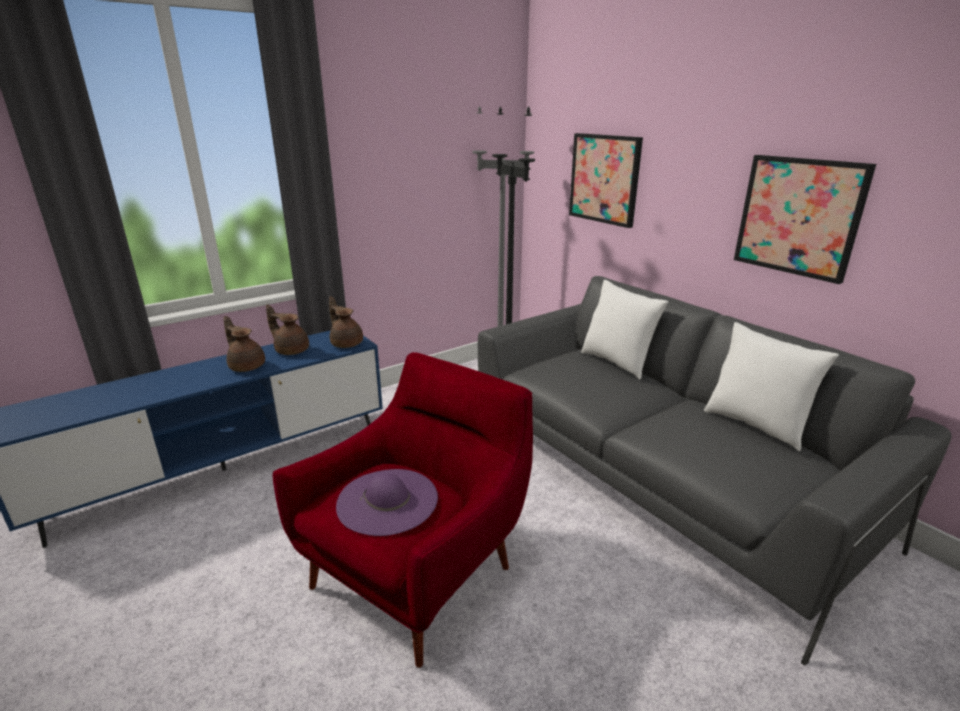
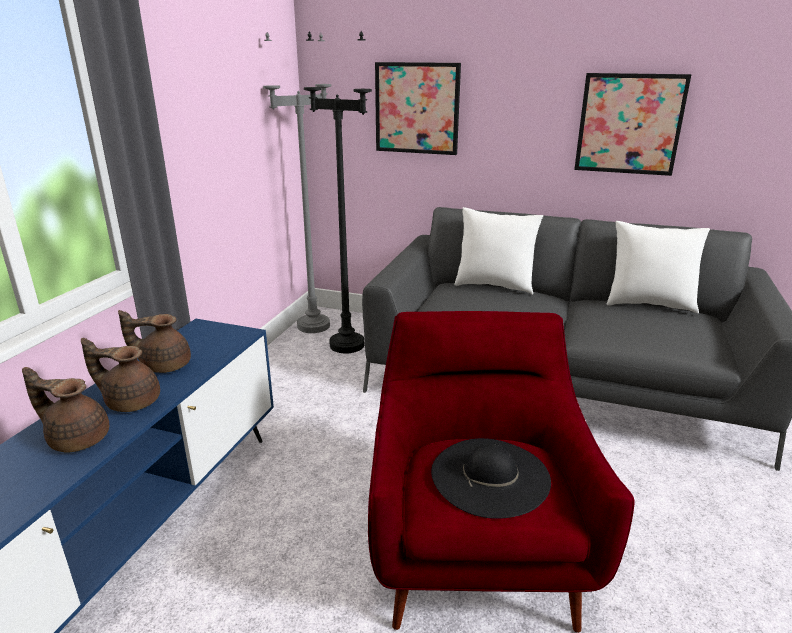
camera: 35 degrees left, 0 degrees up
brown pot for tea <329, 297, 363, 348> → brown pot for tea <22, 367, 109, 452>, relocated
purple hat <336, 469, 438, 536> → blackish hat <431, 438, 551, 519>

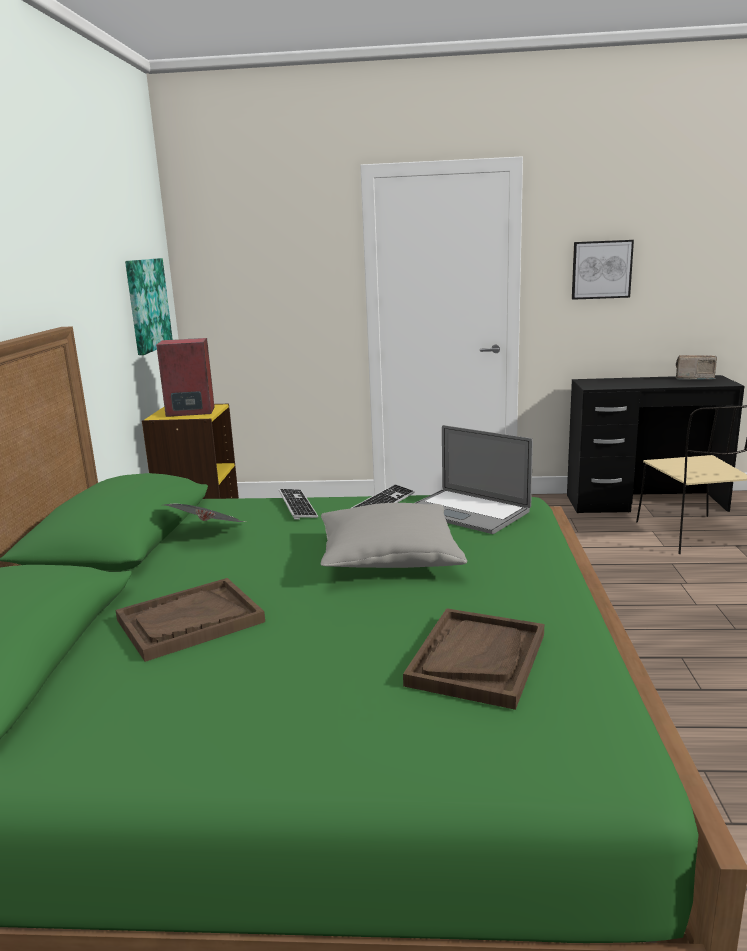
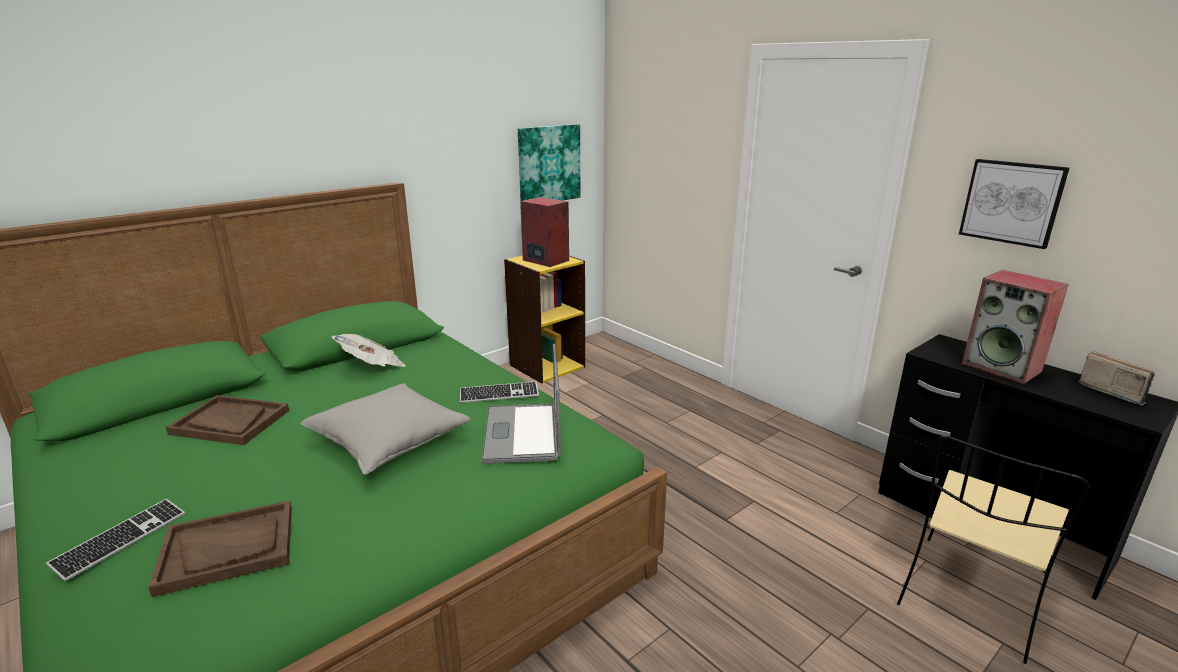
camera: 45 degrees right, 5 degrees up
- → loudspeaker <962, 270, 1069, 384>
PC keyboard <279, 489, 318, 520> → PC keyboard <46, 499, 185, 581>, relocated

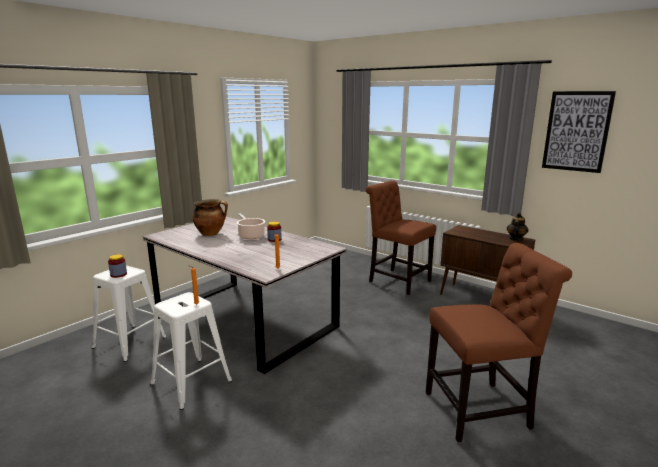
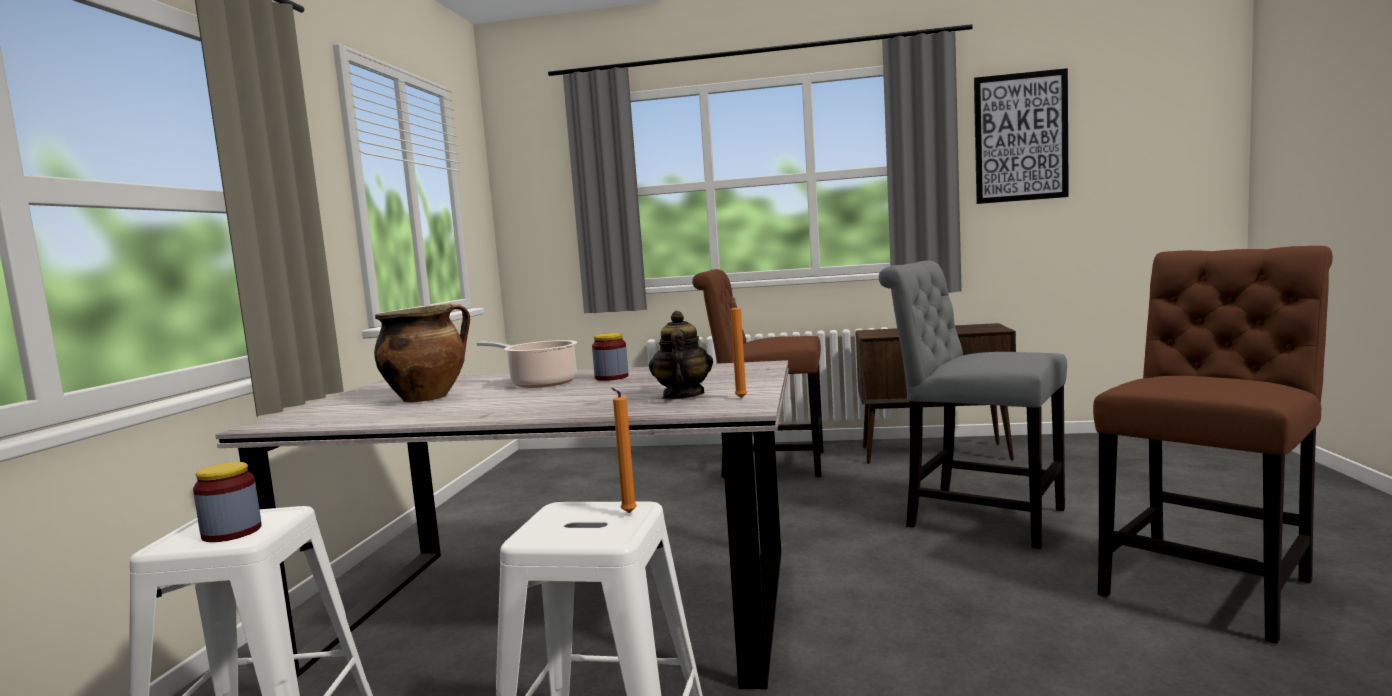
camera: 30 degrees left, 10 degrees down
- → grey chair <879, 261, 1067, 549>
pot for tea <507, 213, 529, 240> → pot for tea <649, 311, 713, 400>, relocated

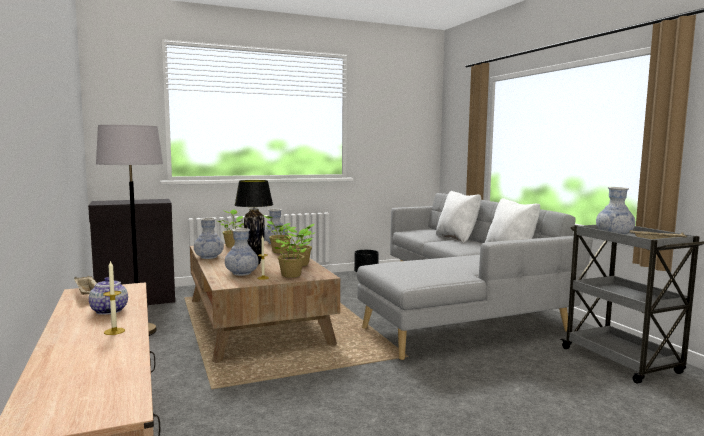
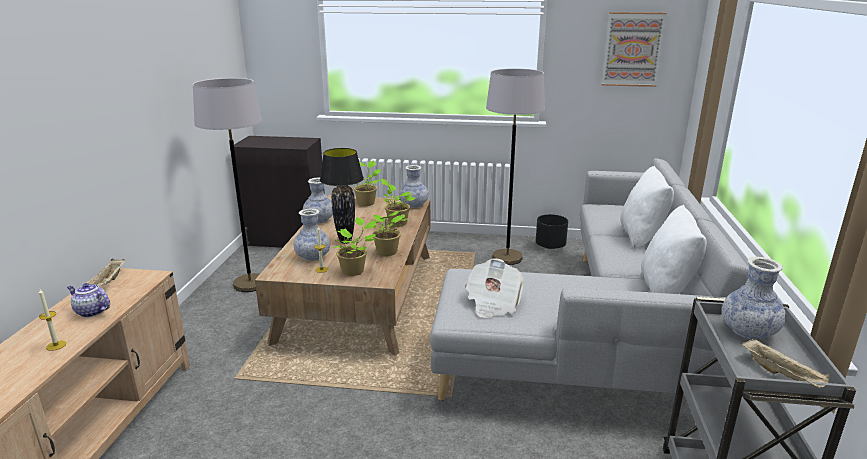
camera: 30 degrees right, 15 degrees up
- → newspaper <465, 258, 525, 318>
- → grey standing lamp <486, 68, 545, 265>
- → wall picture <602, 12, 667, 87>
pot for tea <89, 277, 128, 315> → pot for tea <67, 283, 110, 317>, 75 degrees counterclockwise

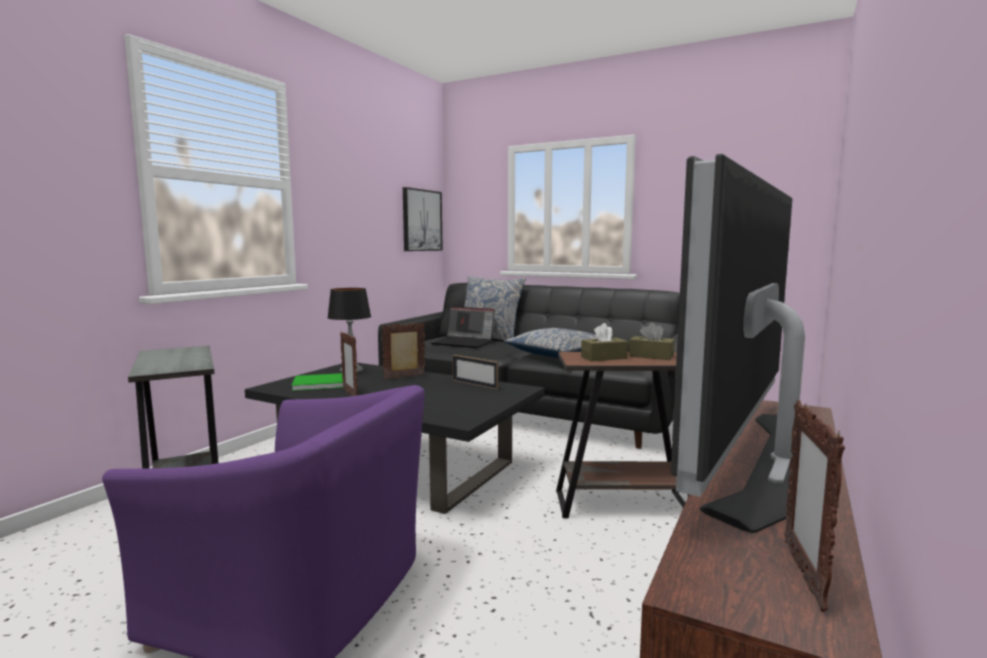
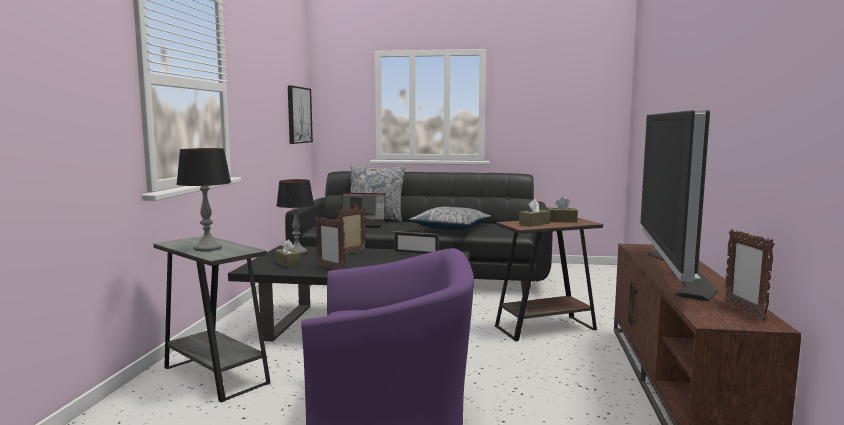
camera: 20 degrees left, 0 degrees up
- → table lamp <177, 148, 231, 251>
greenish book <291, 373, 343, 391> → brown tissue box <275, 240, 300, 268>

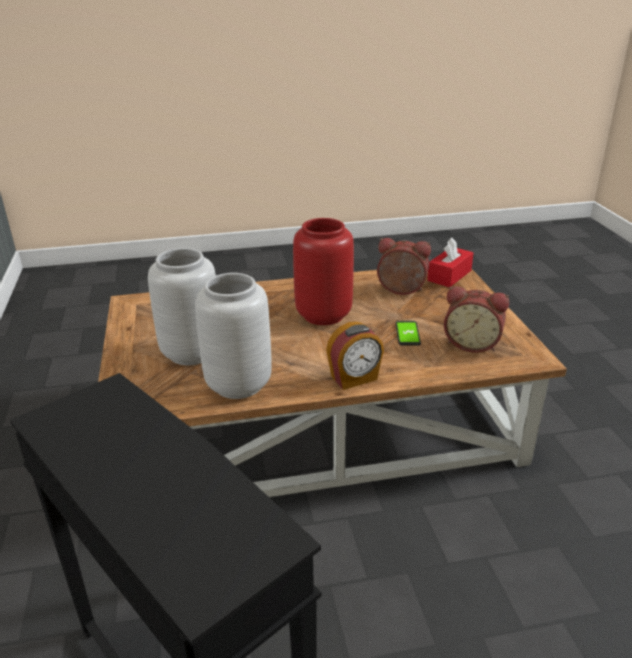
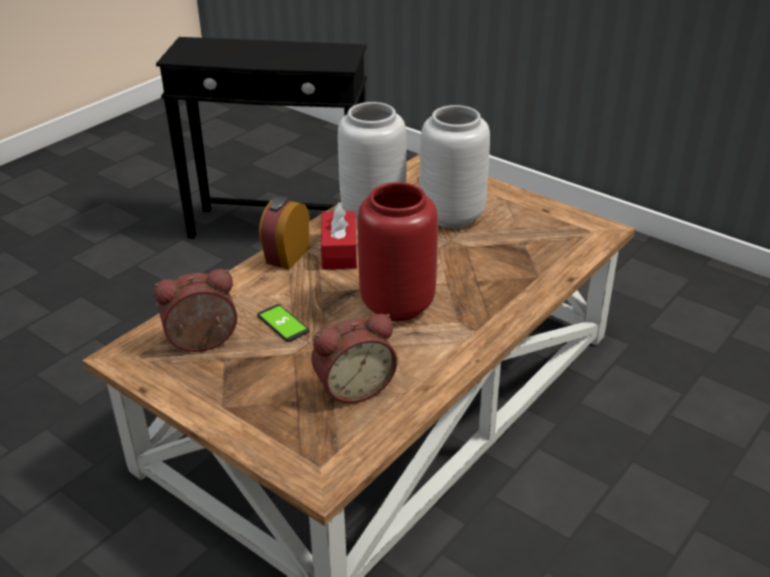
camera: 140 degrees right, 5 degrees up
reddish tissue box <427, 238, 473, 287> → reddish tissue box <321, 202, 357, 269>, relocated

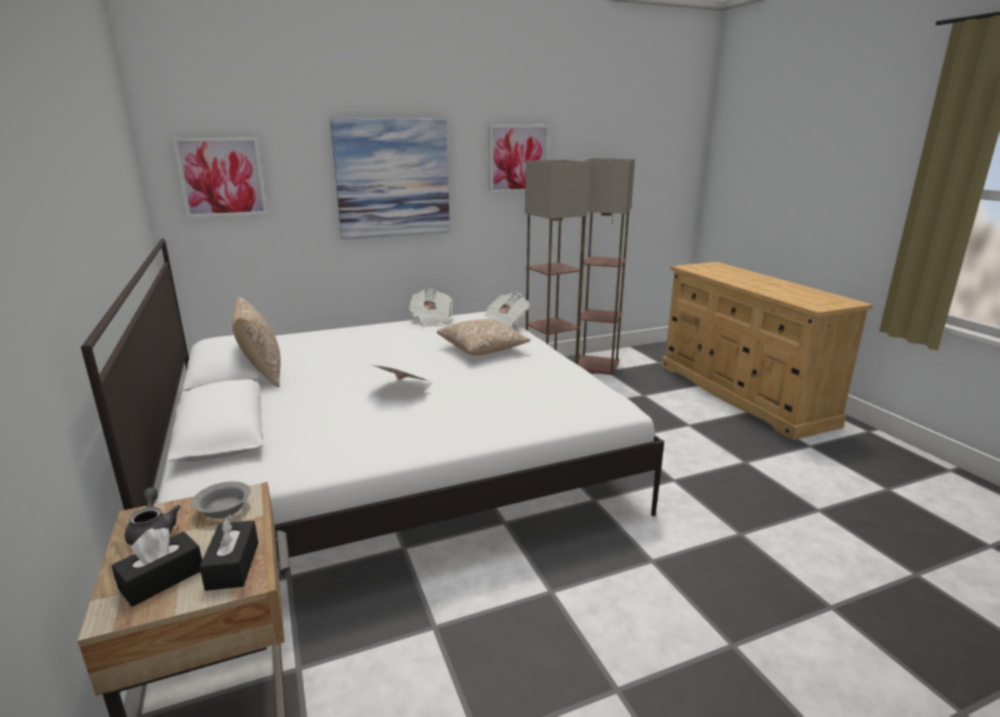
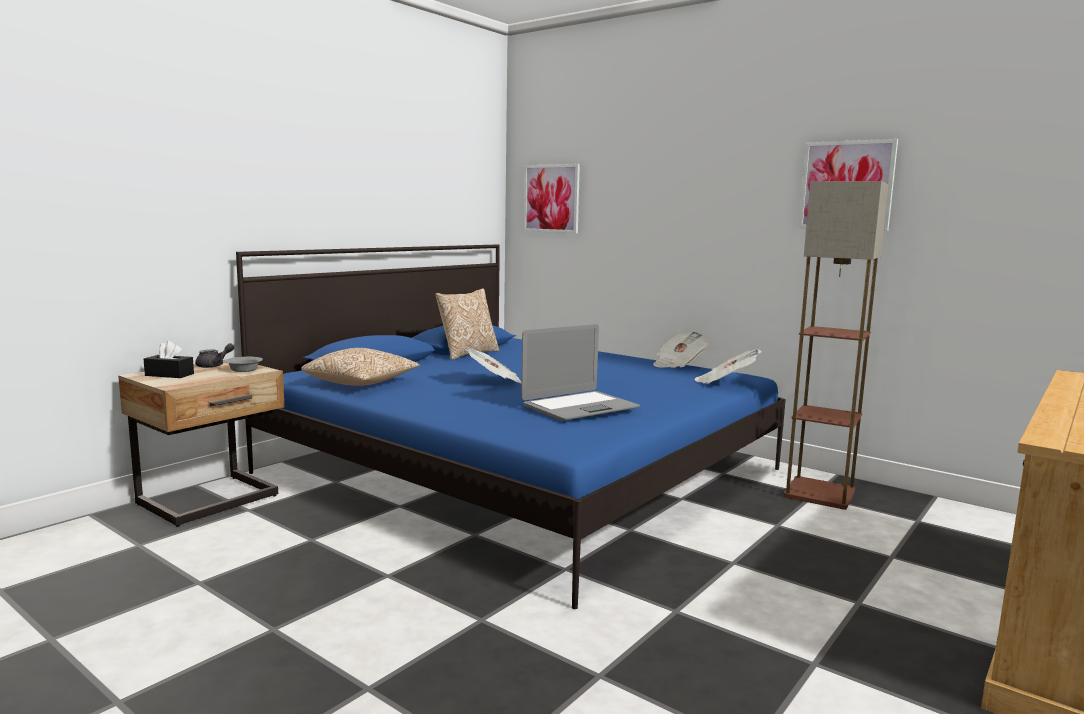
camera: 60 degrees right, 10 degrees down
blackish tissue box <199, 514, 258, 591> → -
wall picture <330, 118, 450, 240> → -
standing lamp <577, 158, 635, 375> → -
- → notebook computer <521, 324, 640, 420>
cushion <437, 319, 531, 355> → cushion <301, 348, 420, 386>, relocated
white bedroom bed <81, 239, 664, 560> → bluish bedroom bed <236, 244, 786, 609>

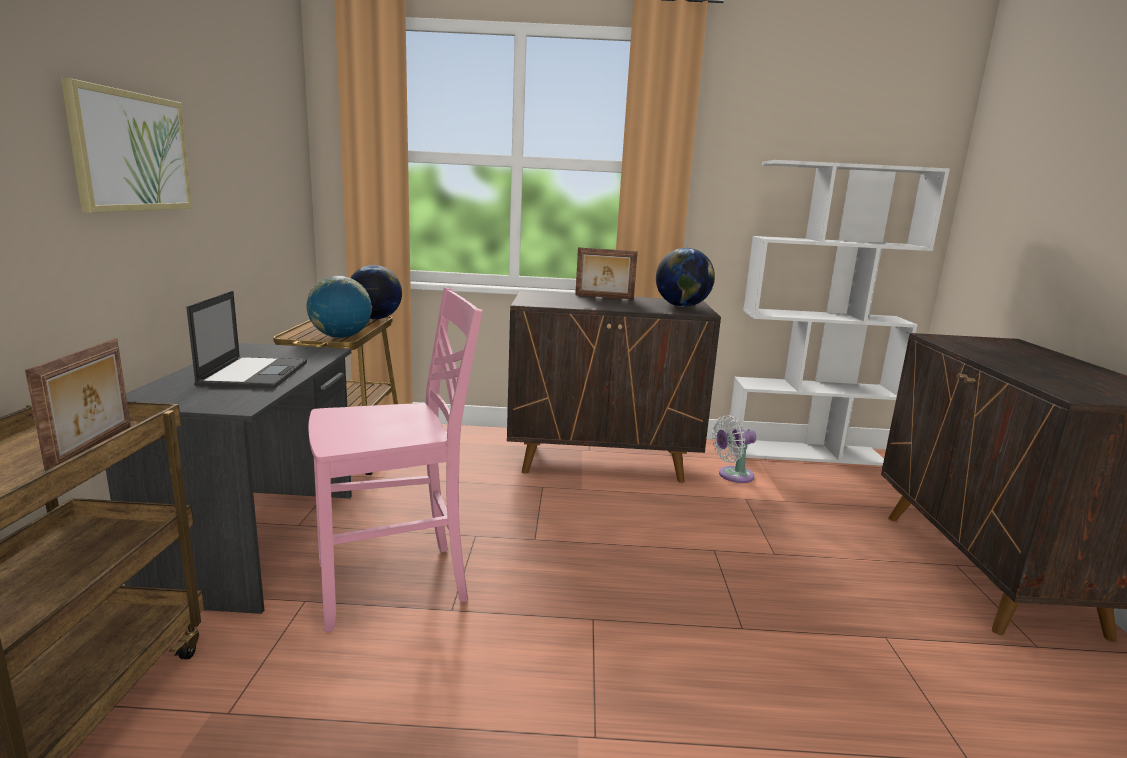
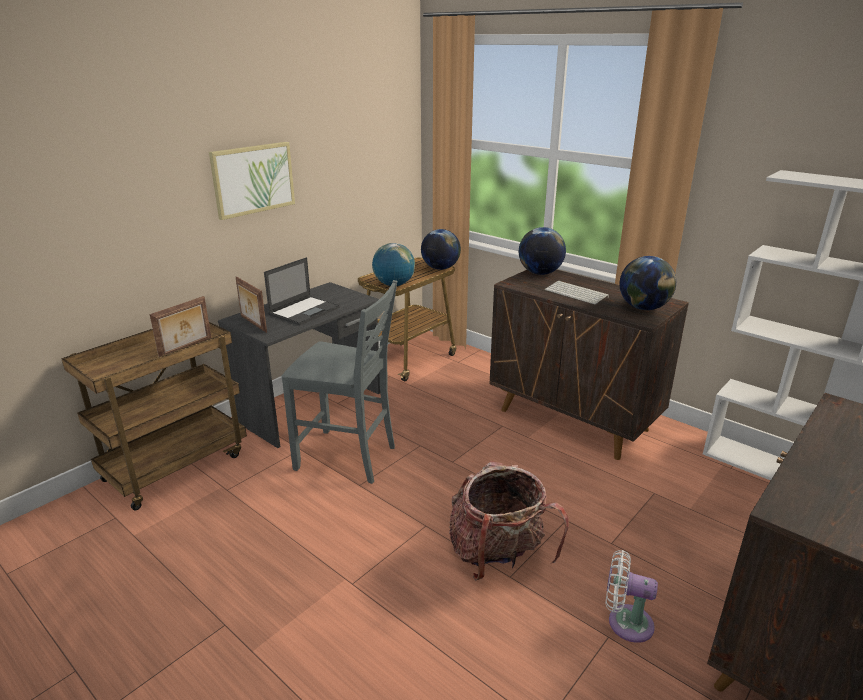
camera: 40 degrees right, 10 degrees up
- → knapsack <449, 461, 569, 581>
- → desk globe <519, 227, 566, 275>
- → PC keyboard <545, 281, 609, 304>
standing frame <575, 247, 638, 299> → standing frame <236, 277, 267, 333>, relocated
white cooling fan <712, 415, 756, 483> → white cooling fan <606, 550, 658, 643>, relocated
pink-coloured chair <308, 288, 483, 632> → grey chair <282, 280, 397, 484>

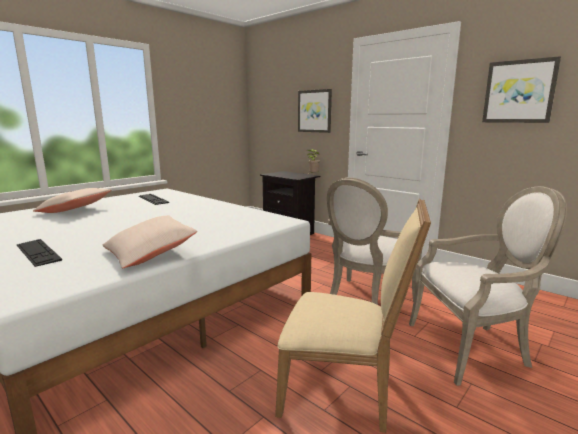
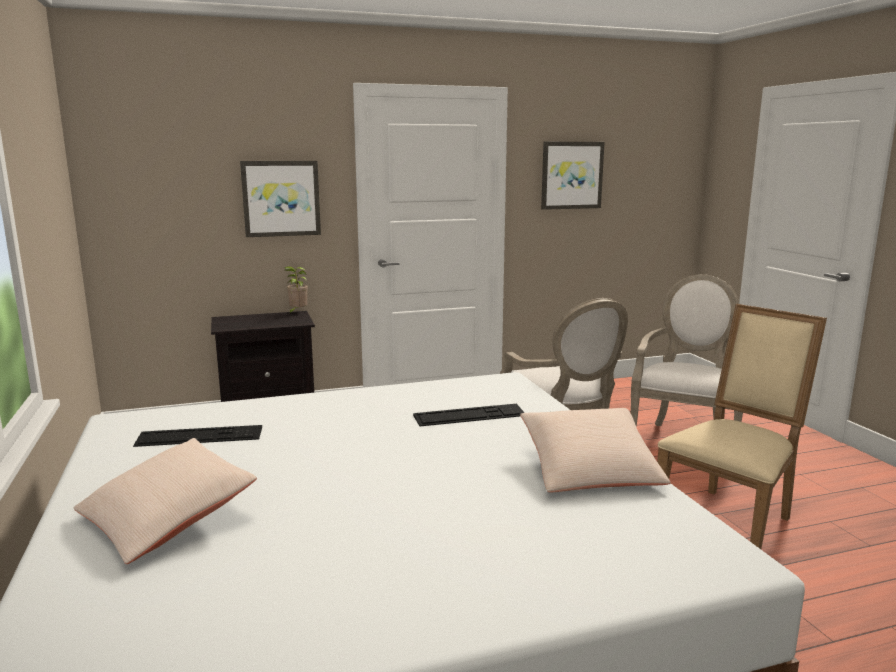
camera: 60 degrees left, 0 degrees up
PC keyboard <17, 239, 62, 267> → PC keyboard <413, 404, 525, 426>, relocated

